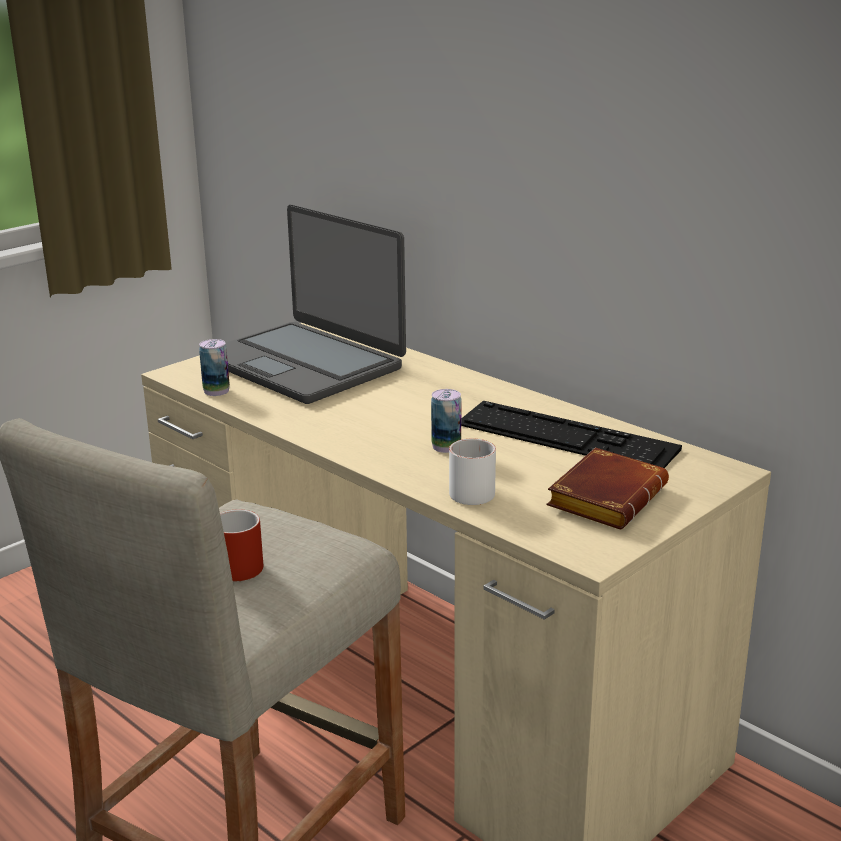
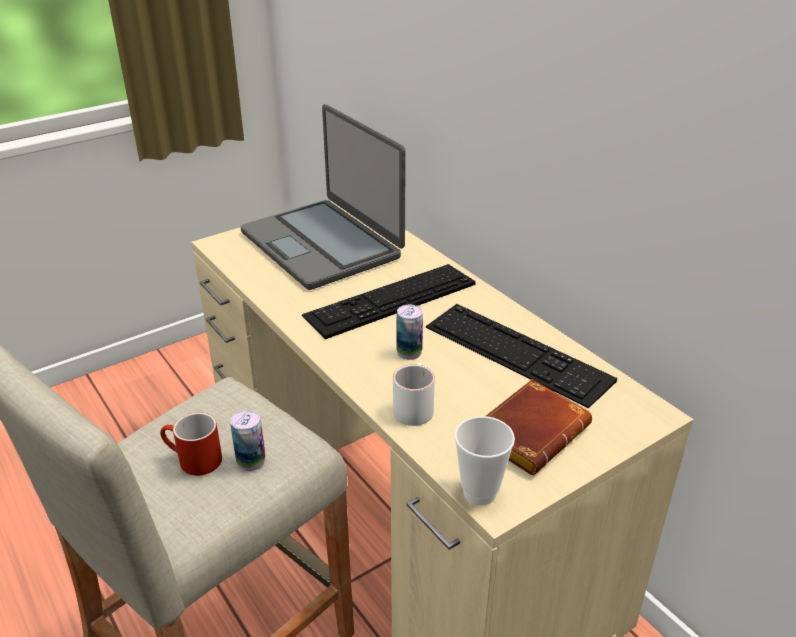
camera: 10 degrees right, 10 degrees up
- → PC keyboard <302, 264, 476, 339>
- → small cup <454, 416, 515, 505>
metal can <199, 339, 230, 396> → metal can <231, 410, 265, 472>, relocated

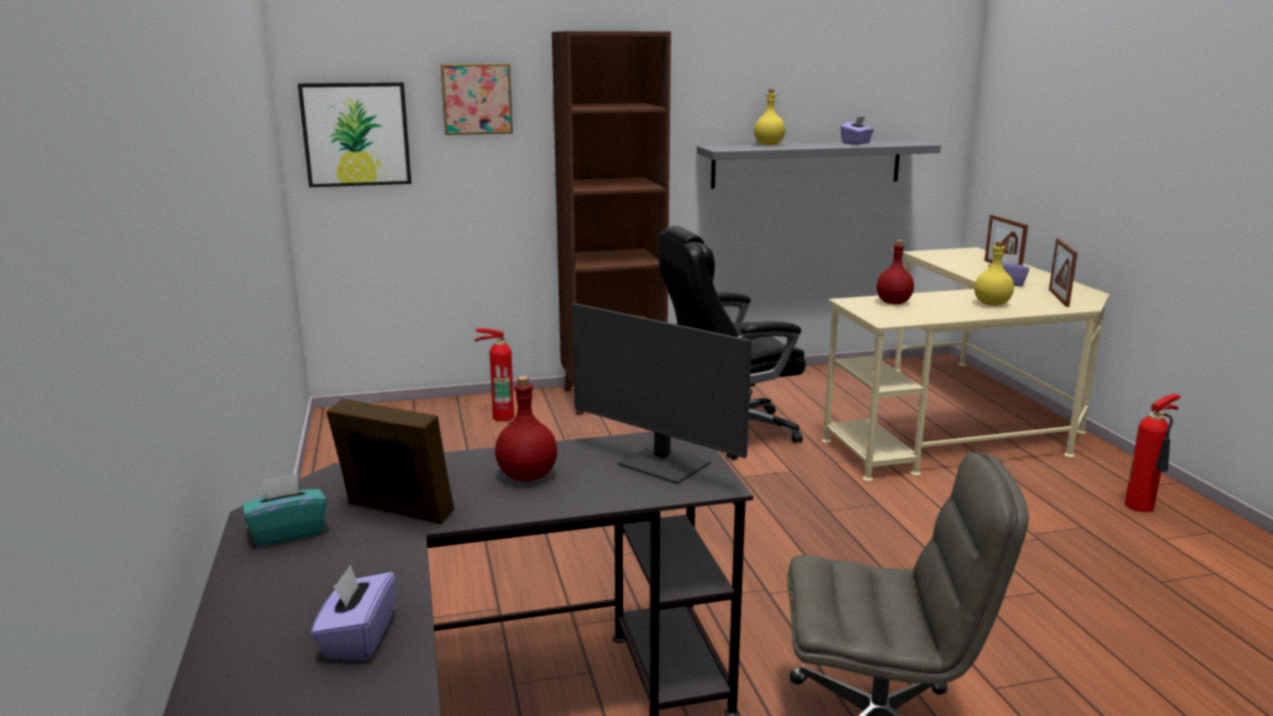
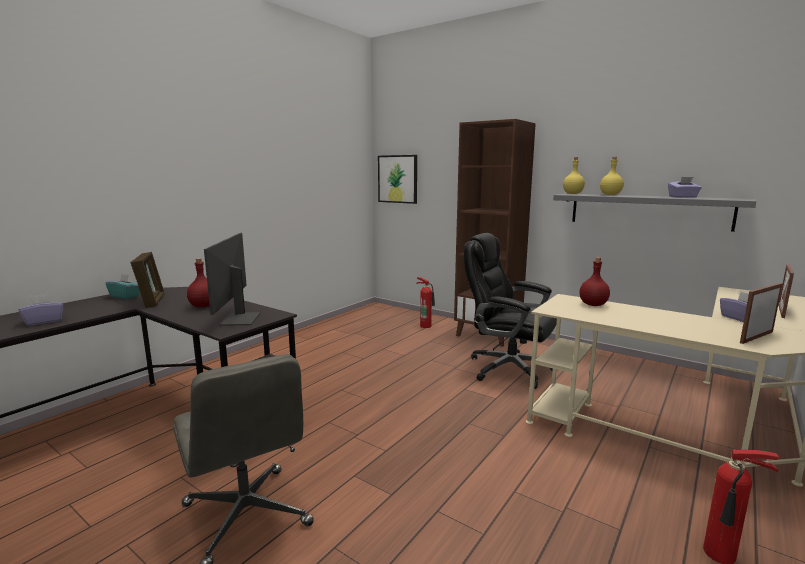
camera: 50 degrees right, 5 degrees down
wall picture <440, 63, 513, 135> → -
yellowish bottle <974, 241, 1014, 306> → yellowish bottle <563, 157, 585, 194>, relocated

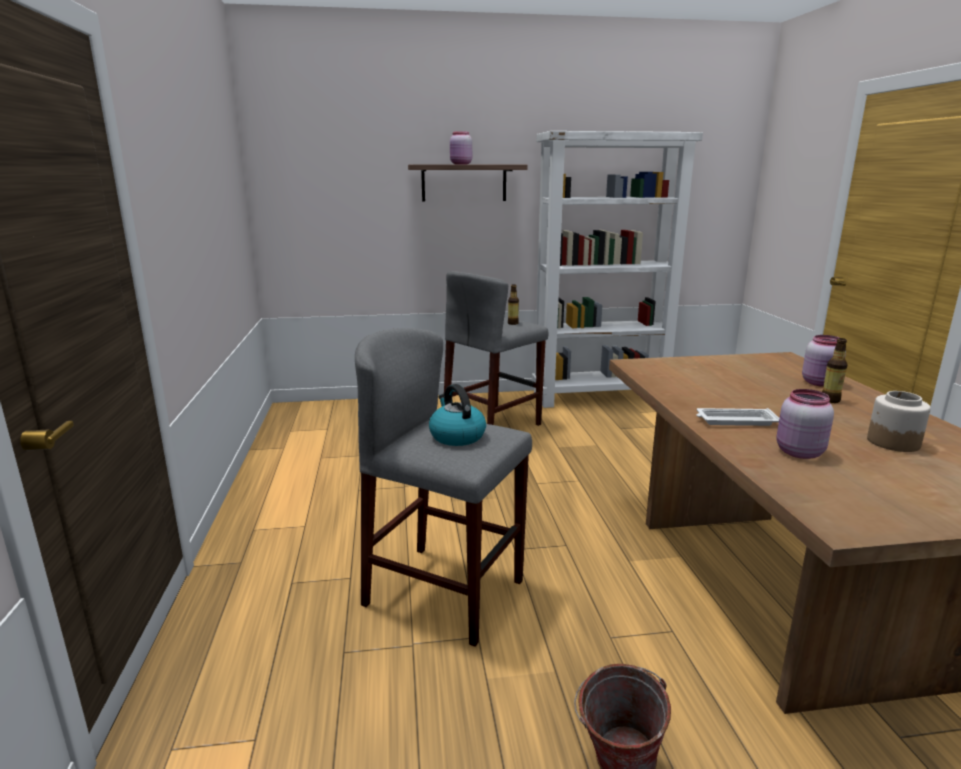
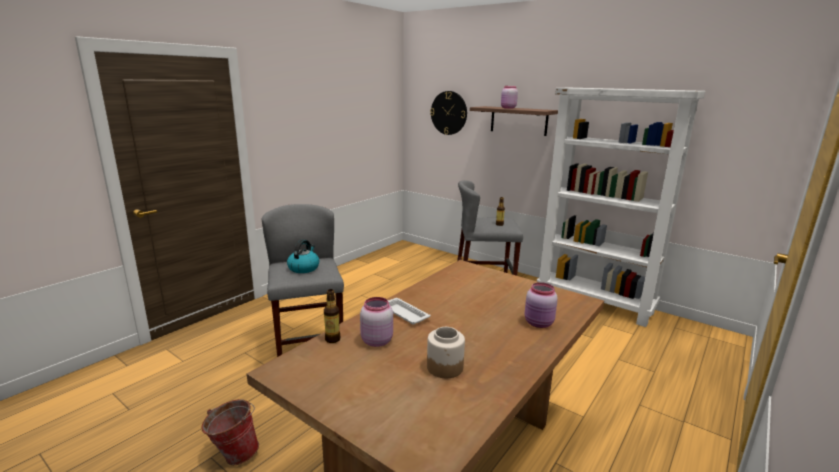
camera: 45 degrees right, 0 degrees up
- → wall clock <430, 91, 467, 135>
bottle <822, 338, 847, 403> → bottle <324, 289, 341, 343>, relocated

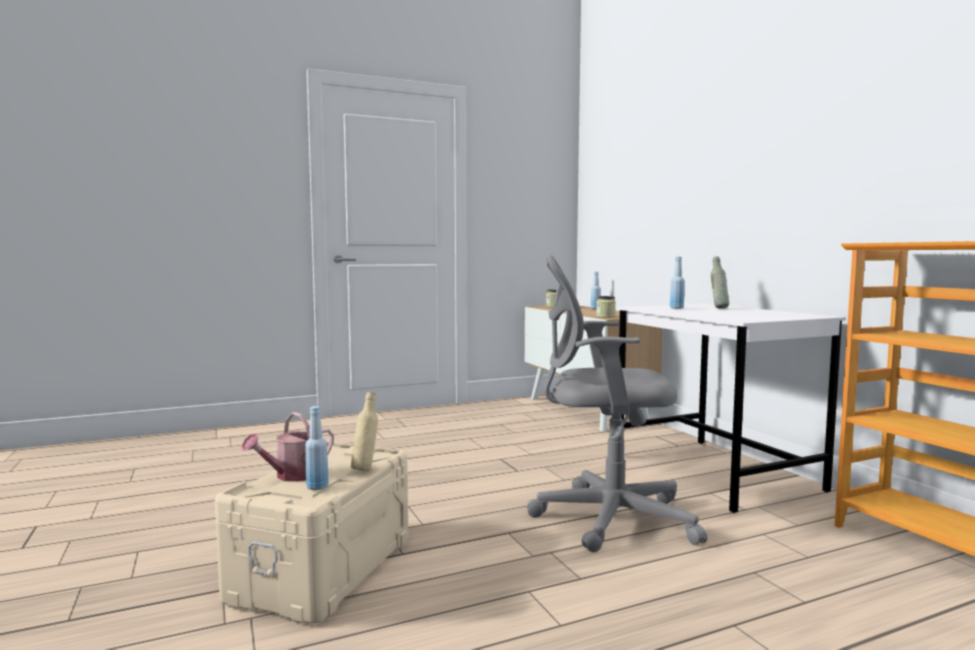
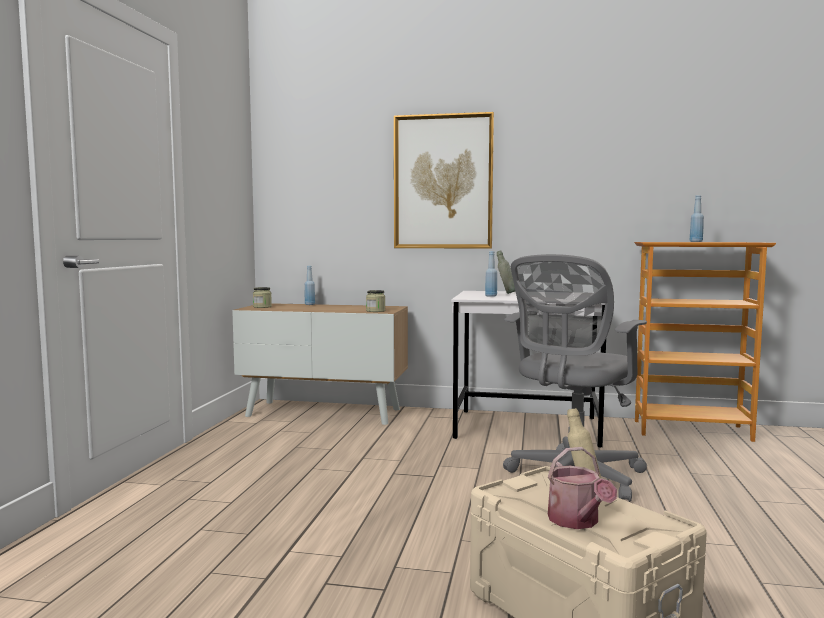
camera: 55 degrees left, 0 degrees up
- → wall picture <394, 112, 494, 249>
bluish bottle <305, 406, 329, 490> → bluish bottle <690, 195, 704, 242>, relocated

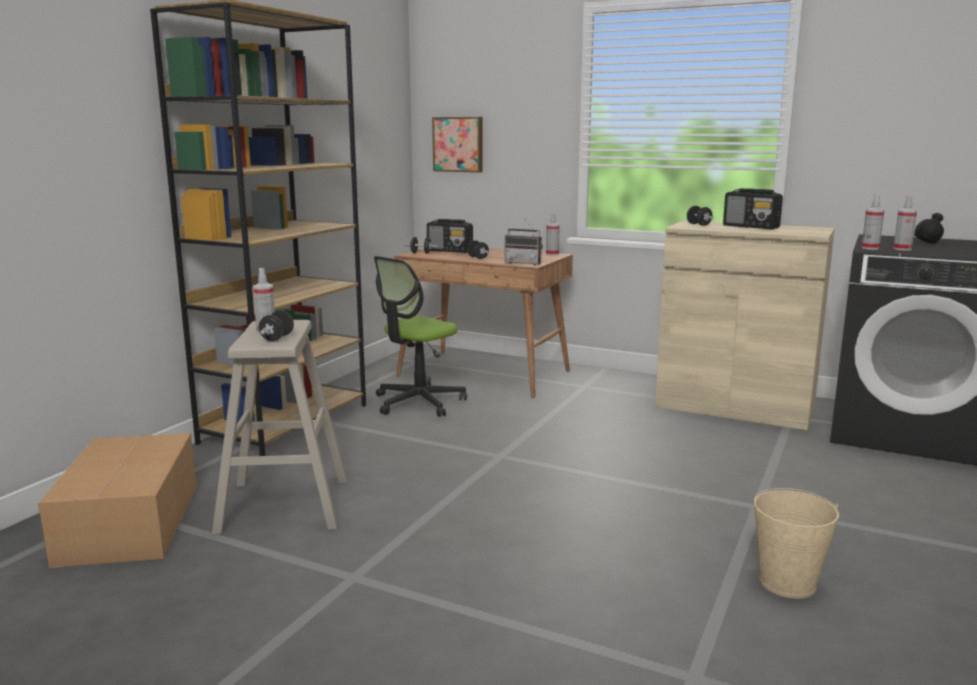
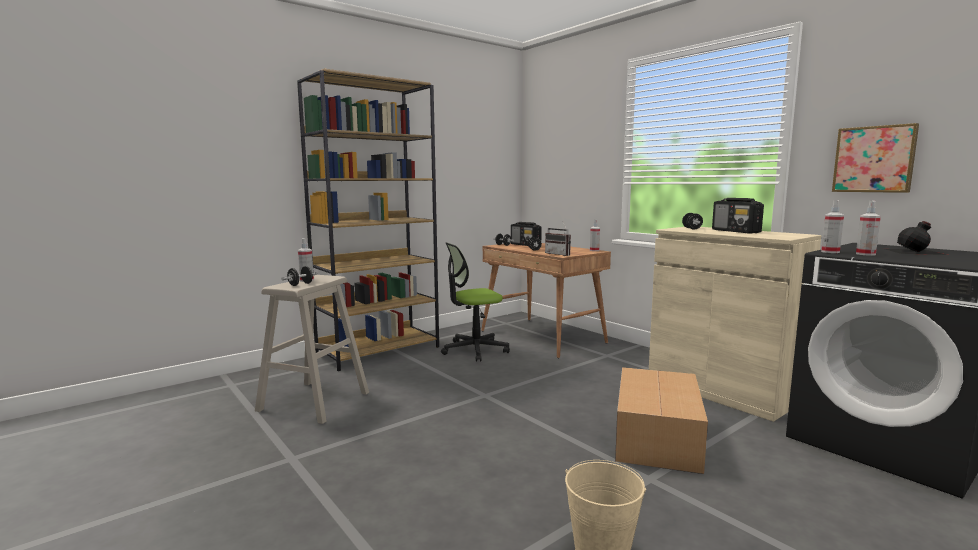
camera: 25 degrees right, 5 degrees down
carton <38, 433, 197, 568> → carton <615, 367, 708, 474>, relocated
wall picture <432, 117, 483, 173> → wall picture <832, 123, 919, 193>, relocated

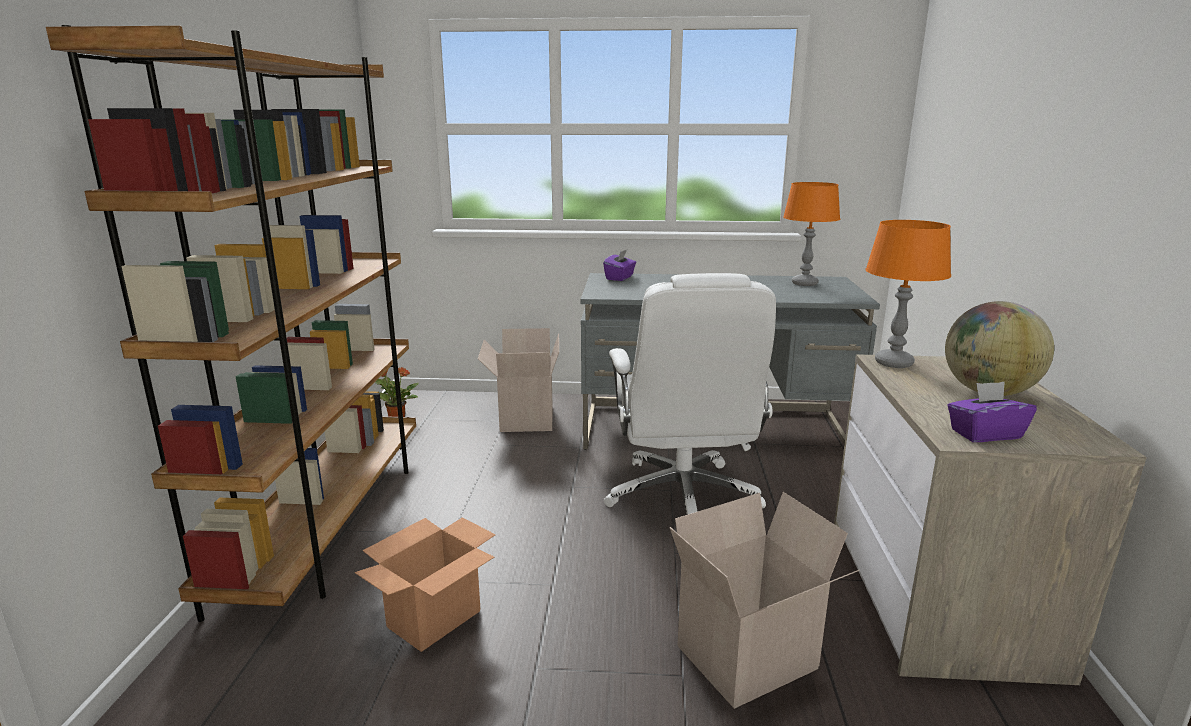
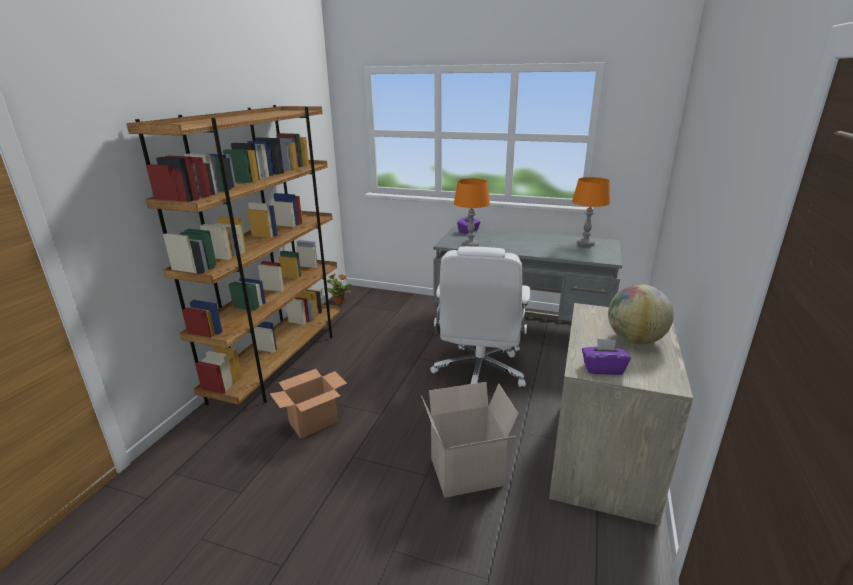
camera: 15 degrees right, 5 degrees up
carton <478, 328, 559, 432> → -
orangey table lamp <865, 220, 951, 368> → orangey table lamp <454, 178, 490, 247>, relocated

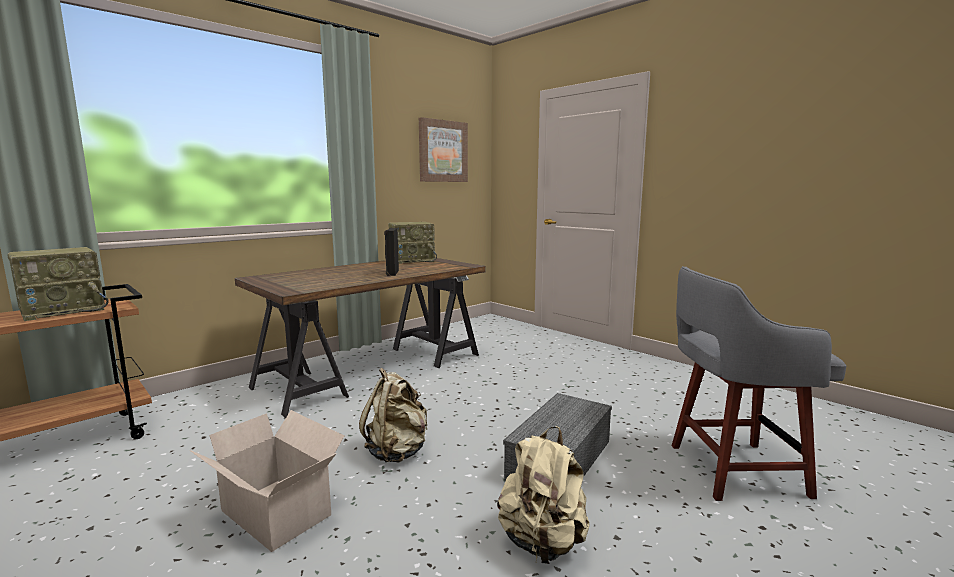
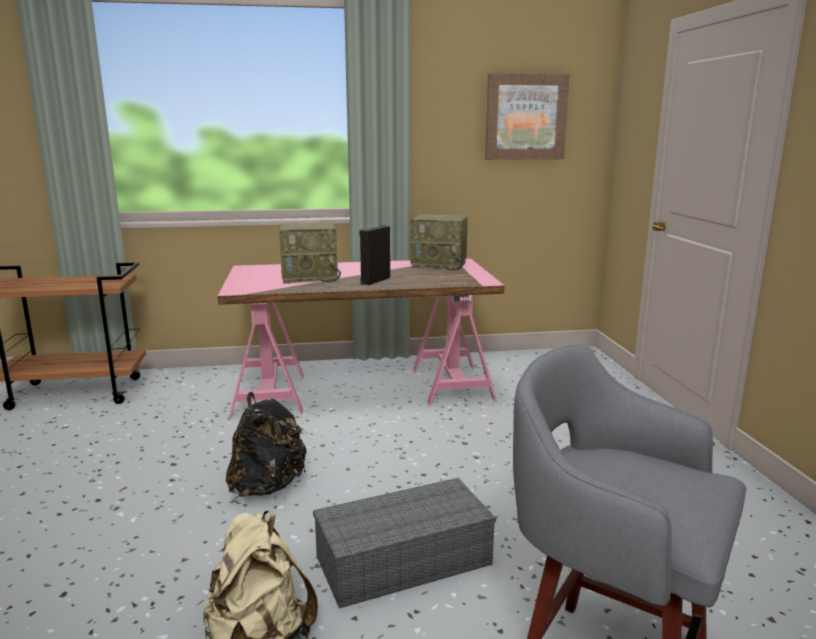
camera: 35 degrees right, 5 degrees up
carton <189, 410, 344, 552> → -
radio set <7, 247, 109, 321> → radio set <279, 222, 341, 284>, relocated
brown desk unit <235, 258, 486, 418> → pink-coloured desk unit <217, 259, 505, 418>
sand-coloured knapsack <359, 368, 427, 463> → blackish knapsack <226, 392, 306, 497>

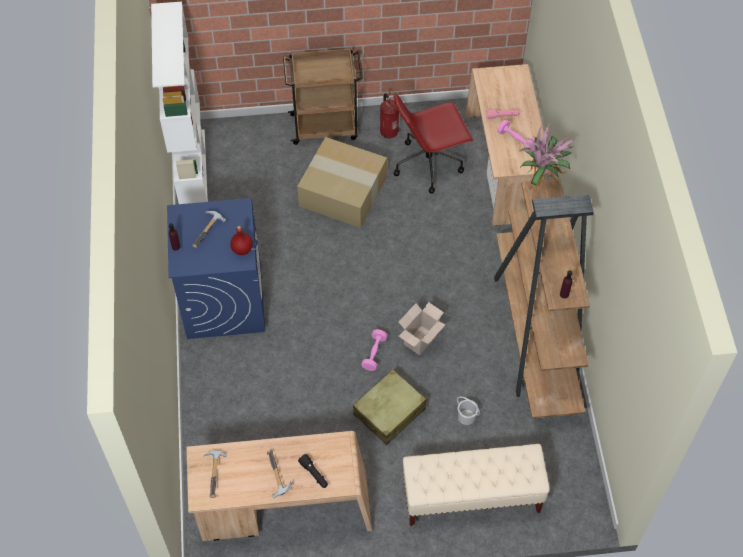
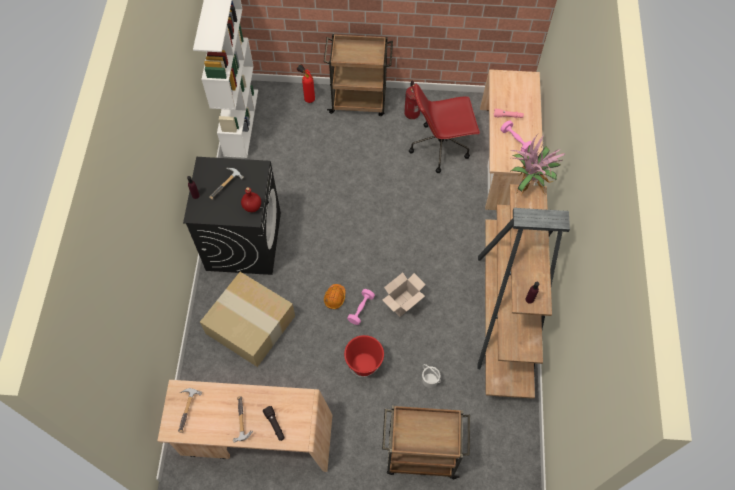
camera: 10 degrees right, 5 degrees up
- → extinguisher <297, 64, 315, 103>
- → orangey safety helmet <324, 284, 346, 309>
carton <297, 137, 387, 228> → carton <200, 272, 295, 367>, relocated
sand-coloured travel case <353, 369, 426, 445> → reddish water bucket <344, 335, 384, 377>
sand-coloured indoor bench <403, 444, 550, 526> → brown cart <382, 405, 470, 479>
bluish washing machine <167, 198, 265, 339> → blackish washing machine <183, 157, 281, 275>

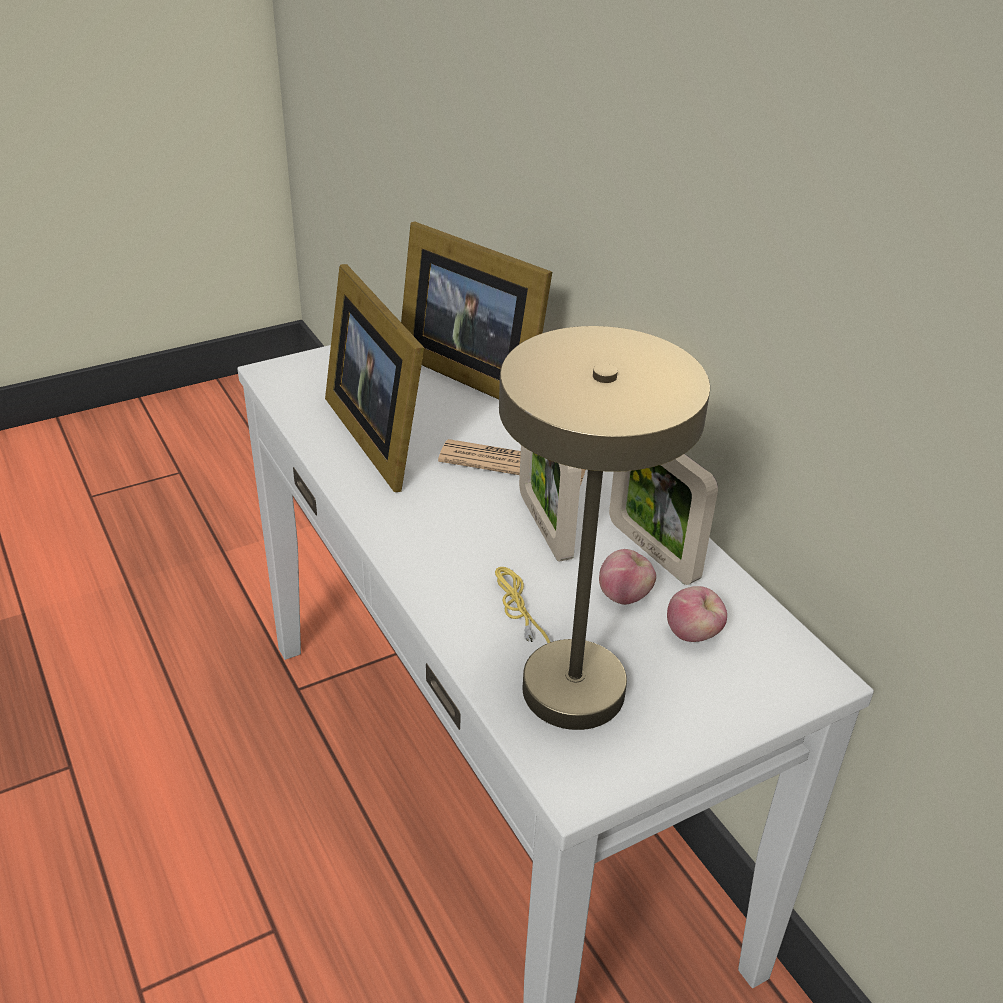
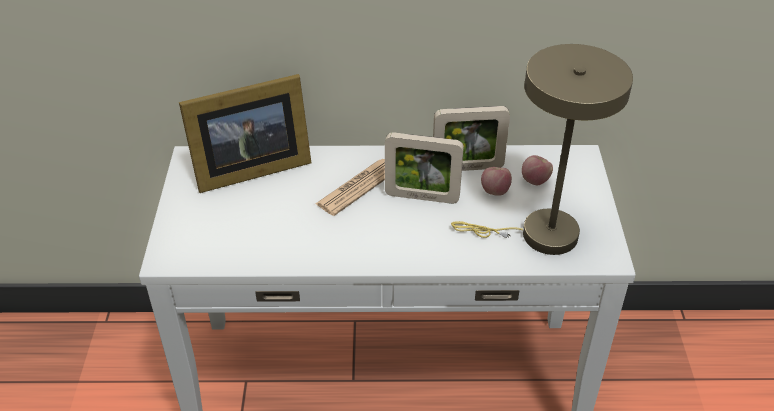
camera: 60 degrees left, 5 degrees up
standing frame <325, 264, 424, 492> → -

